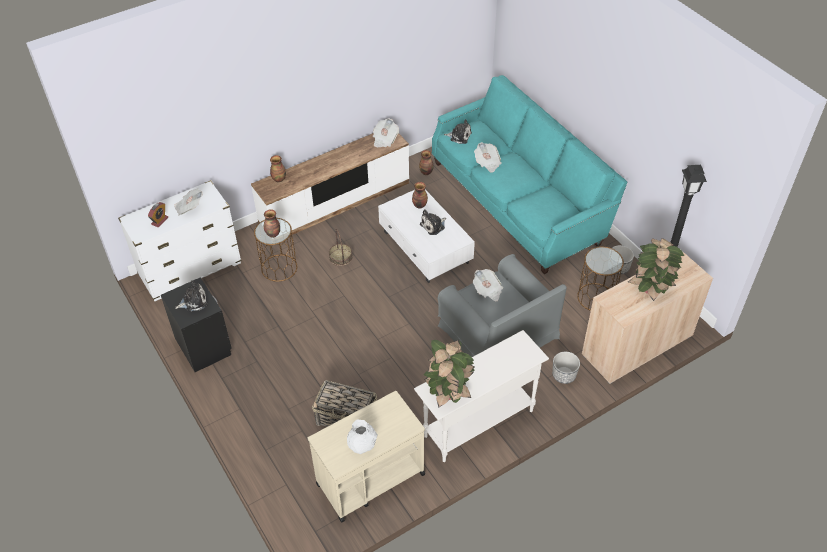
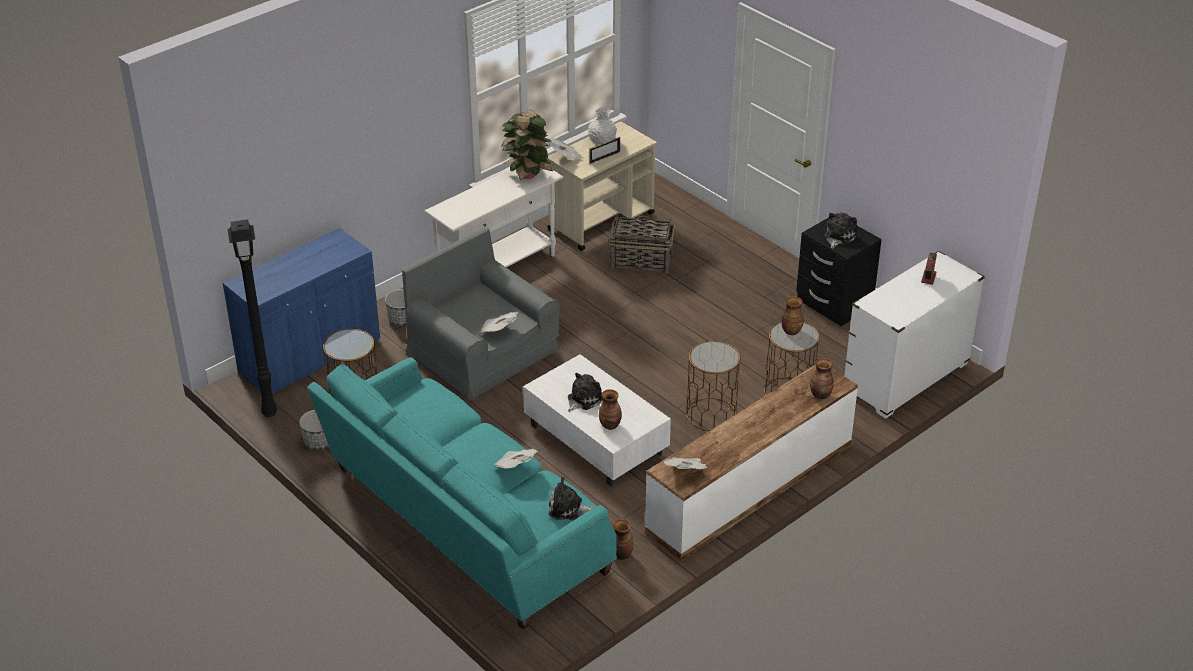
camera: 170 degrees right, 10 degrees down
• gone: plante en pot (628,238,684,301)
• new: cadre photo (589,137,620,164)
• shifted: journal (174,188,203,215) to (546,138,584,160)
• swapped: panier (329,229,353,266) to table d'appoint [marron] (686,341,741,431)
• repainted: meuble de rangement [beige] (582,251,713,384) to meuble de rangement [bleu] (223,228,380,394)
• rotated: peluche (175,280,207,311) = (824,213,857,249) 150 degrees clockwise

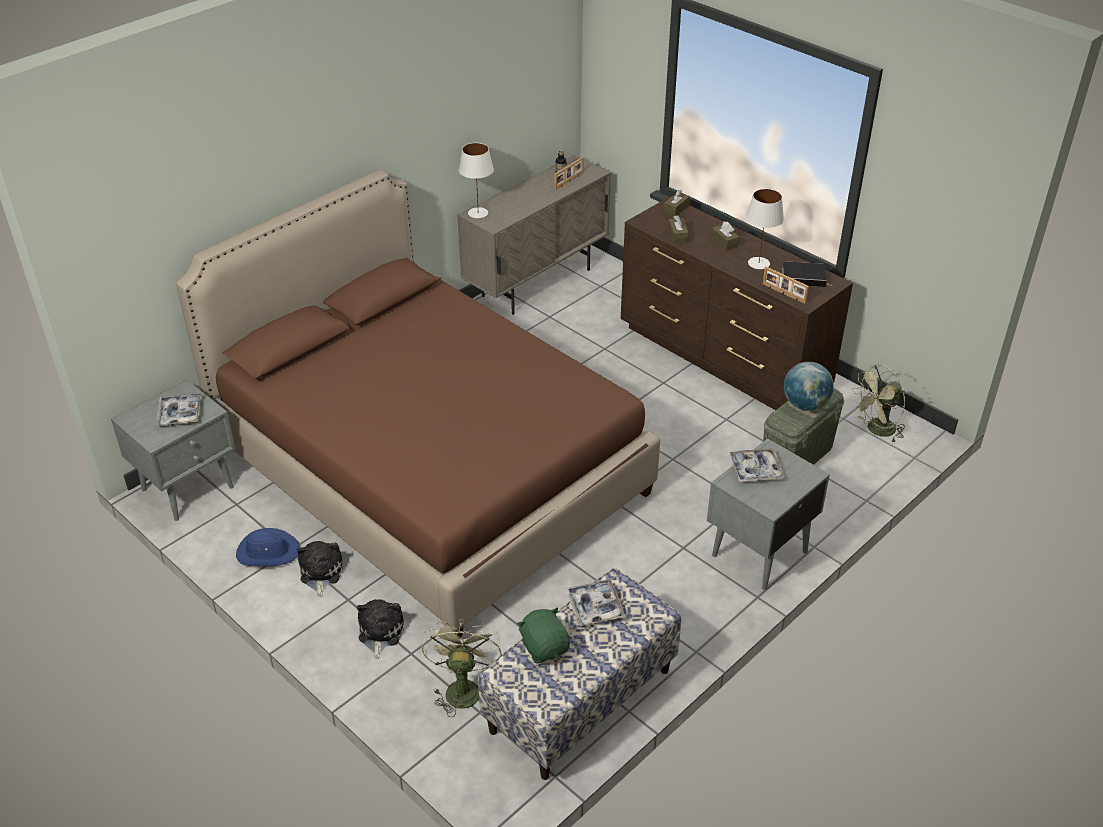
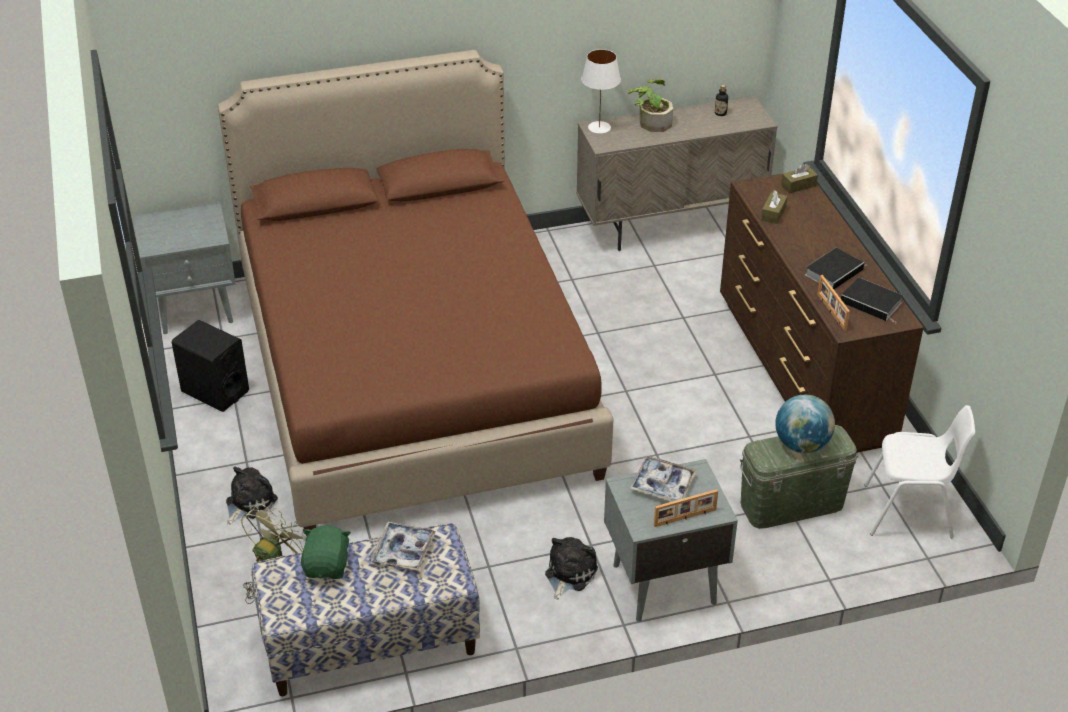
camera: 30 degrees right, 0 degrees up
• gone: plateau (156,393,202,426)
• gone: boîte à mouchoirs [marron] (711,221,739,251)
• new: plante en pot (628,79,673,132)
• shifted: peluche (297,541,343,597) to (545,537,598,600)
• shifted: cadre photo (554,157,584,190) to (654,489,718,527)
• swapped: chapeau [bleu] (236,528,300,566) to enceinte [noir] (172,320,249,412)
• swapped: lampe de table [blanc] (746,189,784,269) to livre (805,248,866,289)
• swapped: ventilateur [vert] (852,365,905,443) to chaise [blanc] (864,405,975,538)

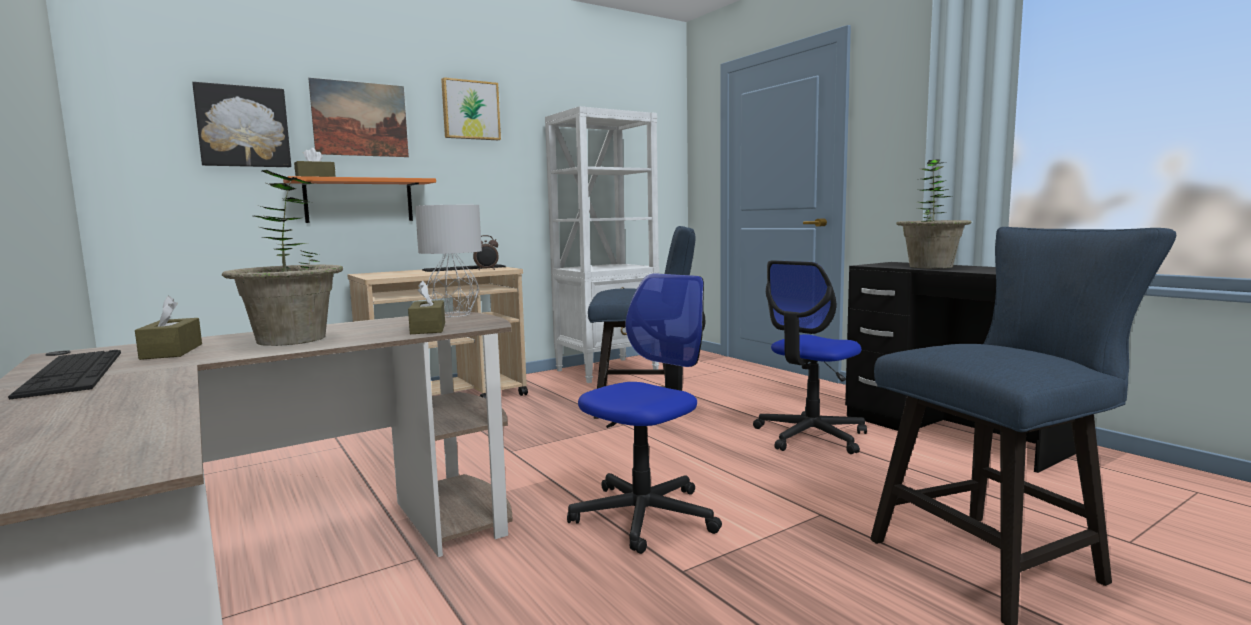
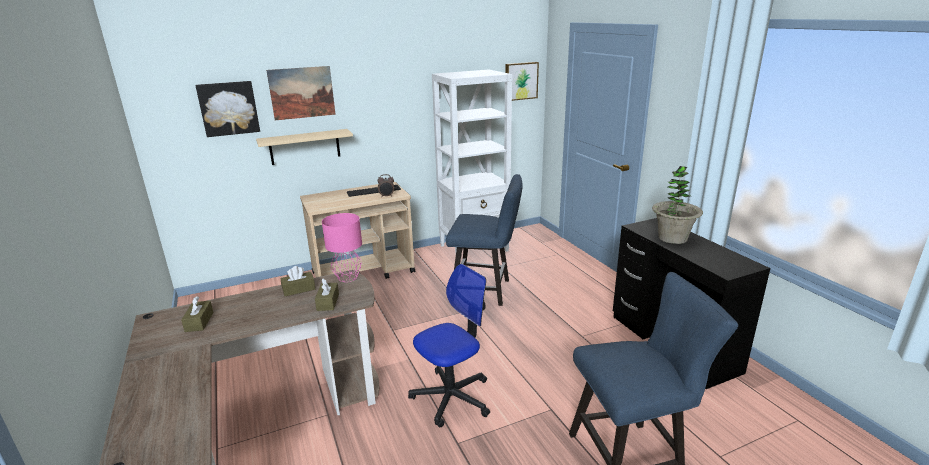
camera: 10 degrees right, 15 degrees up
• gone: clavier (8,350,121,399)
• gone: plante en pot (222,170,343,346)
• gone: chaise de bureau (753,260,867,454)
• shifted: boîte à mouchoirs [marron] (294,148,336,177) to (280,266,315,296)
• shifted: tableau (441,77,501,140) to (506,62,539,101)
• repainted: étagère [orange] (283,176,436,223) to étagère [beige] (256,129,353,165)
• repainted: lampe de table [gris] (415,205,482,317) to lampe de table [rose] (322,213,362,282)

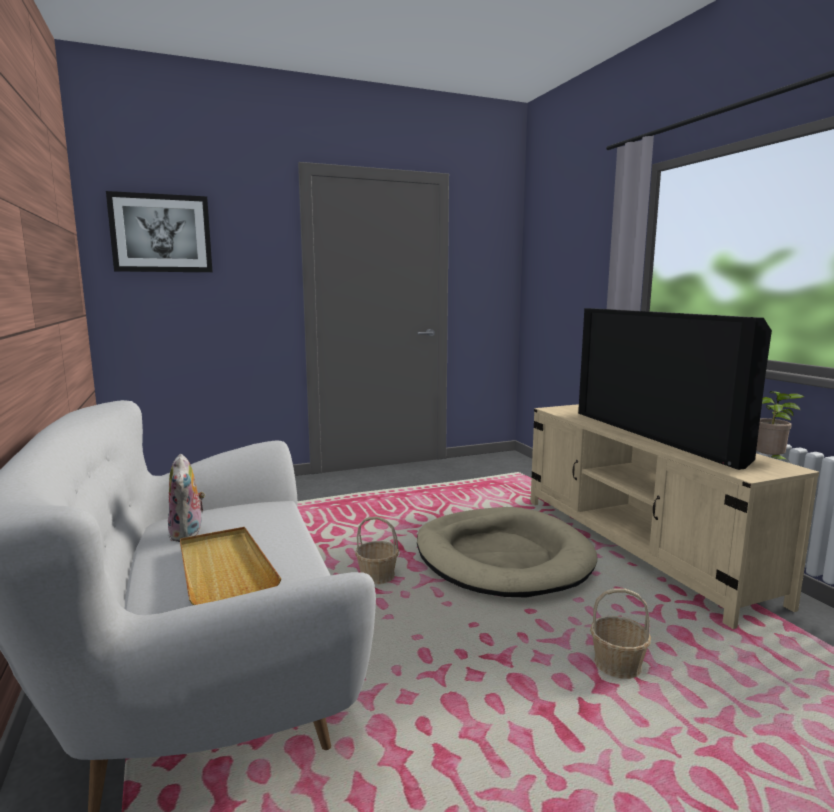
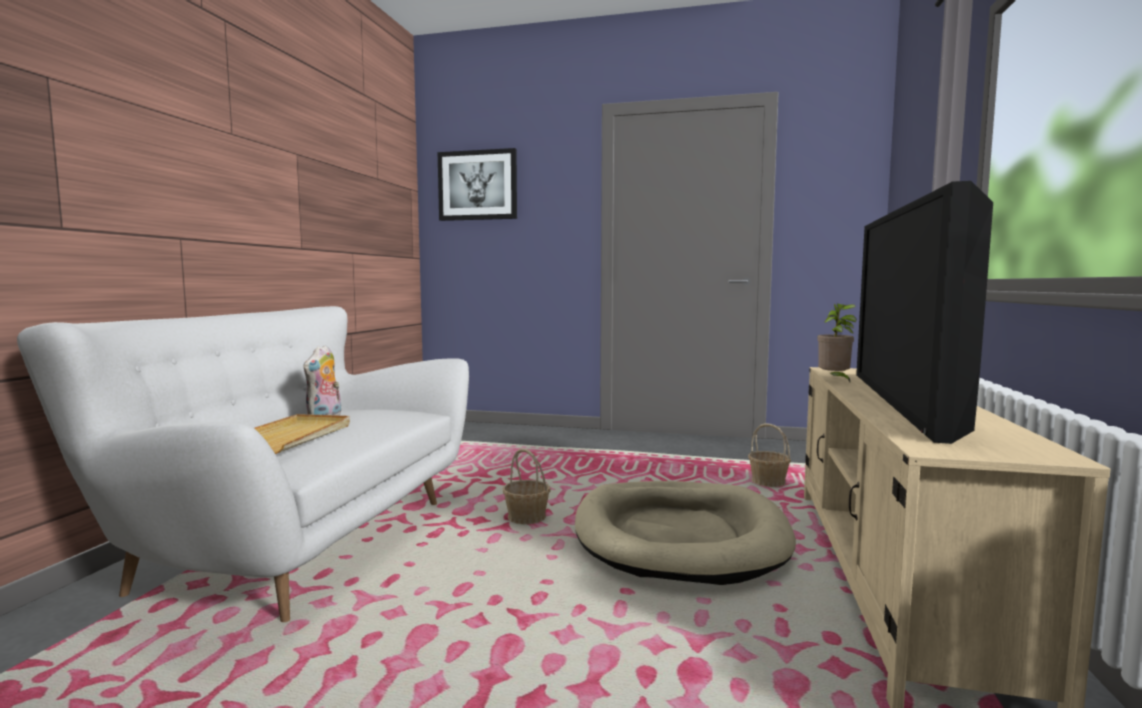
camera: 35 degrees right, 5 degrees down
• shifted: panier (590,588,651,679) to (748,423,791,487)
• shifted: plante en pot (756,391,804,465) to (817,303,857,382)

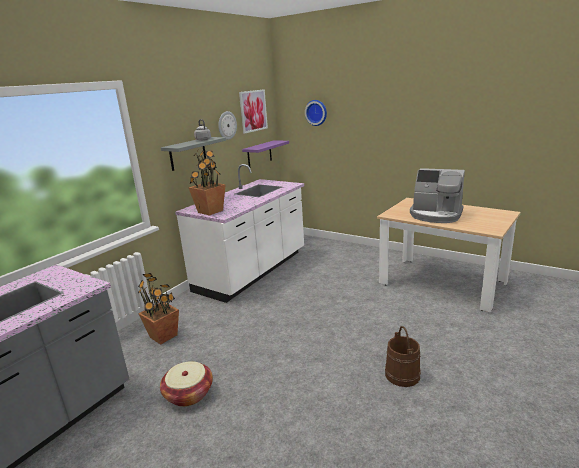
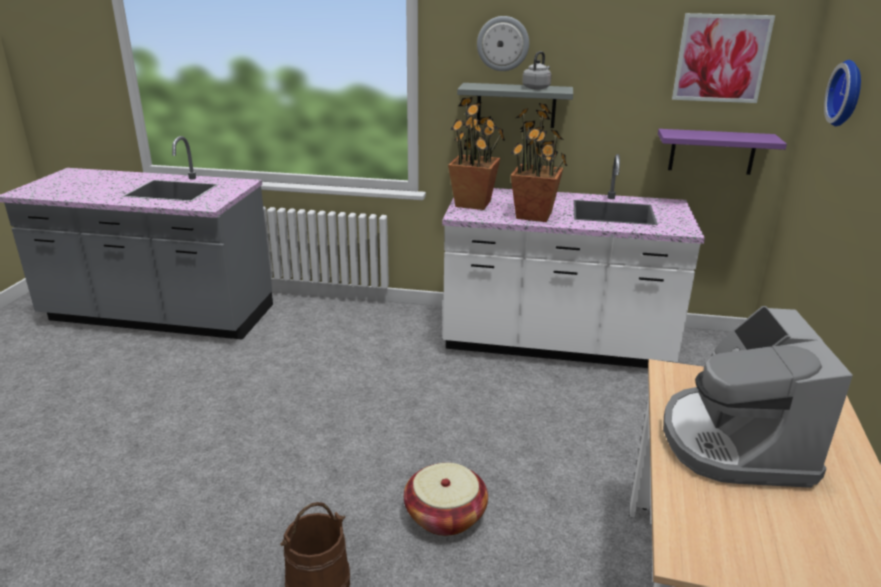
camera: 65 degrees right, 5 degrees up
• shifted: plante en pot (138,273,179,344) to (511,103,567,222)
• shifted: panier (160,361,213,407) to (404,463,488,536)
• shifted: horloge murale (218,111,237,140) to (477,16,529,71)

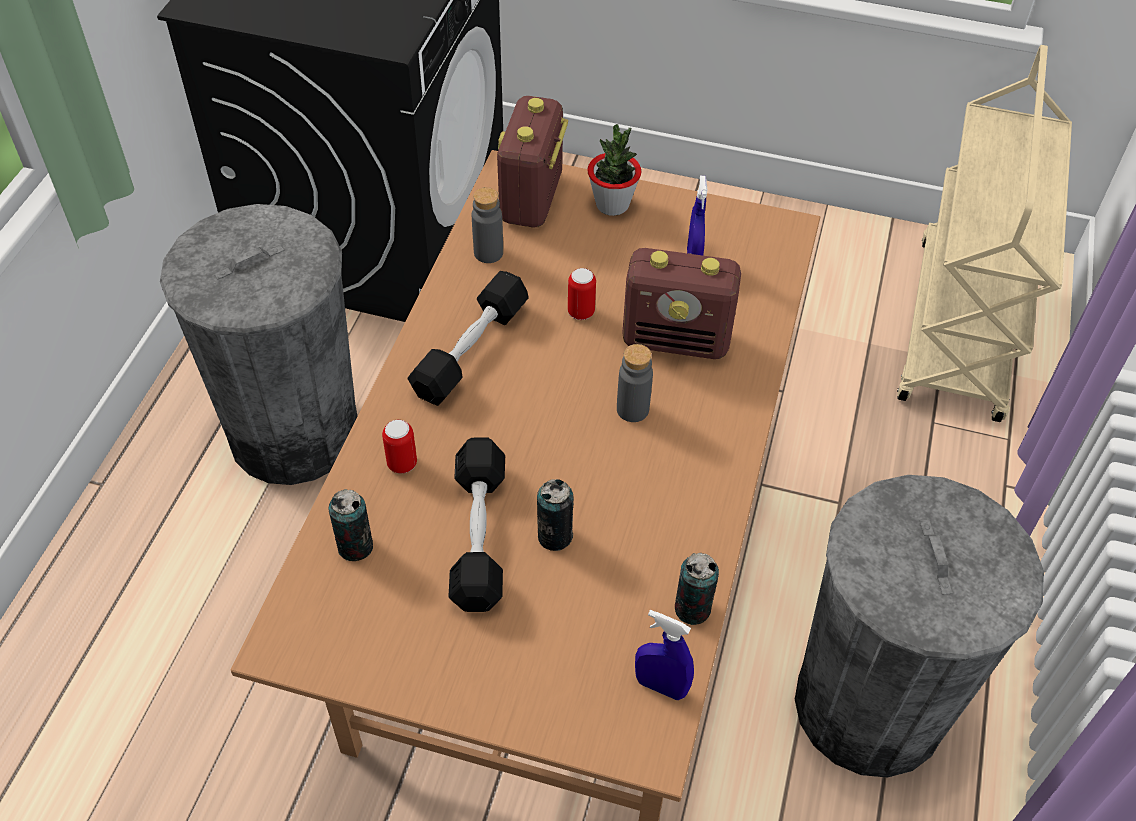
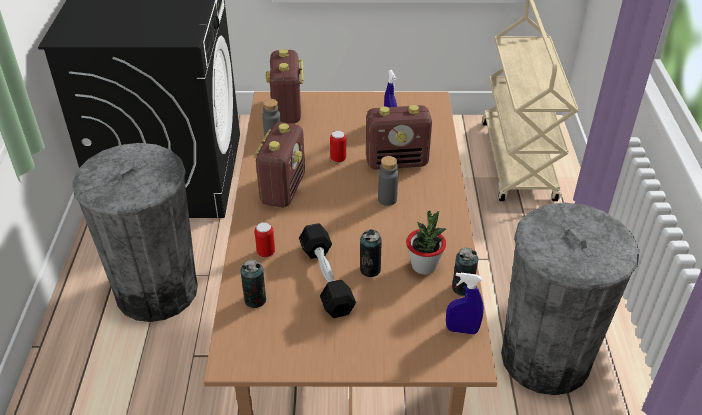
camera: 15 degrees left, 10 degrees down
• shifted: plante en pot (587,124,642,216) to (406,211,446,275)
• swapped: haltère [noir] (408,271,529,406) to radio (253,122,305,208)

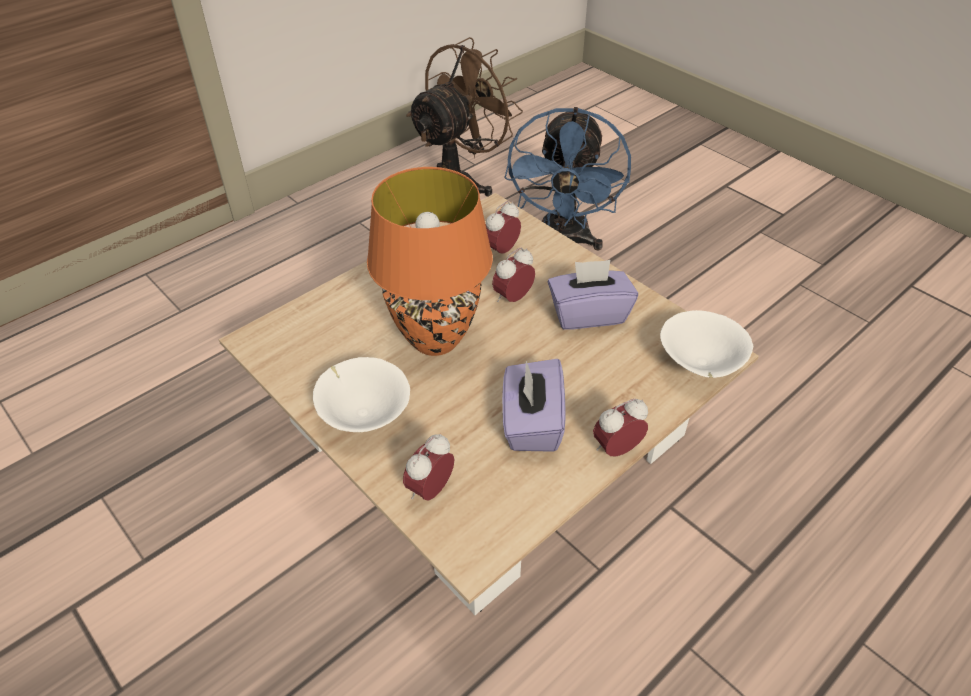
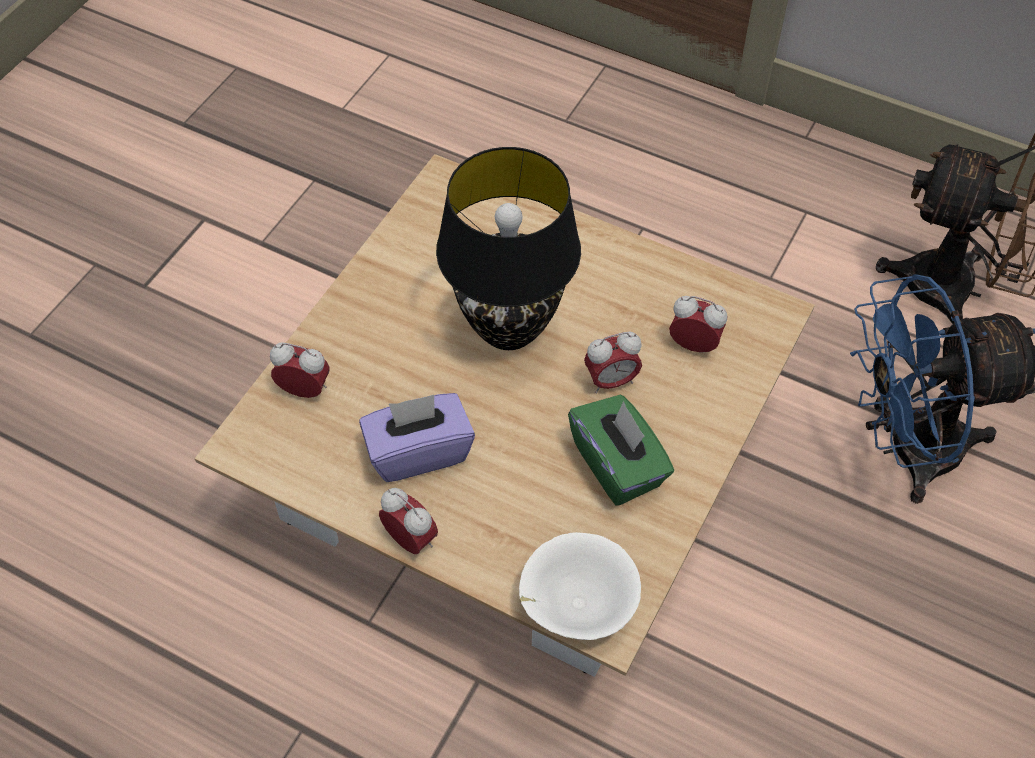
camera: 70 degrees right, 10 degrees up
• gone: bol [blanc] (313,357,410,432)
• repainted: lampe de table [orange] (367,167,493,356) to lampe de table [noir] (436,147,581,350)
• repainted: boîte à mouchoirs [violet] (548,260,638,330) to boîte à mouchoirs [vert] (568,395,674,506)
• rotated: réveil (492,247,535,302) = (584,331,642,393) 135 degrees clockwise

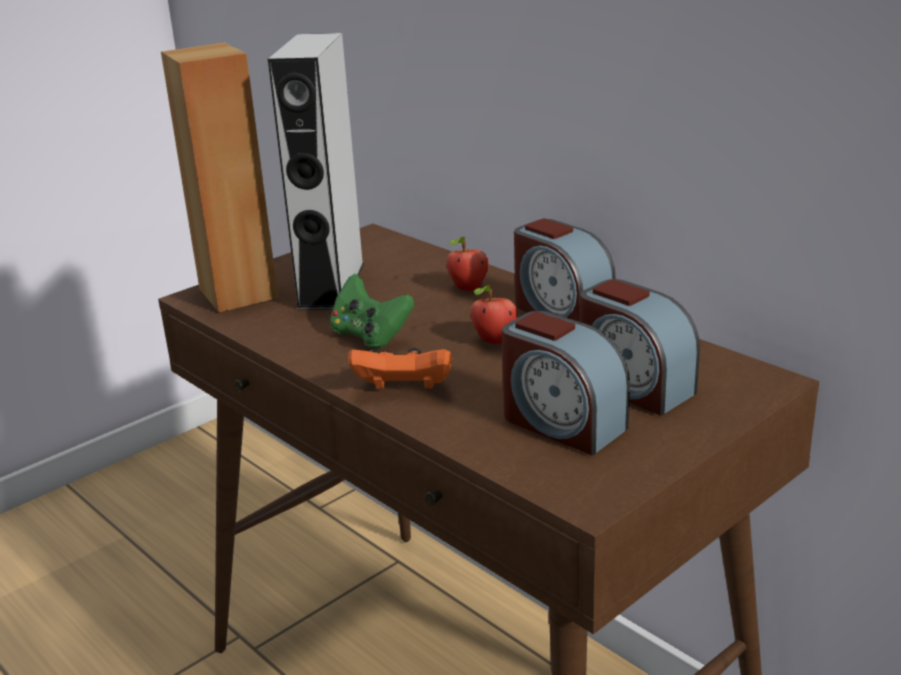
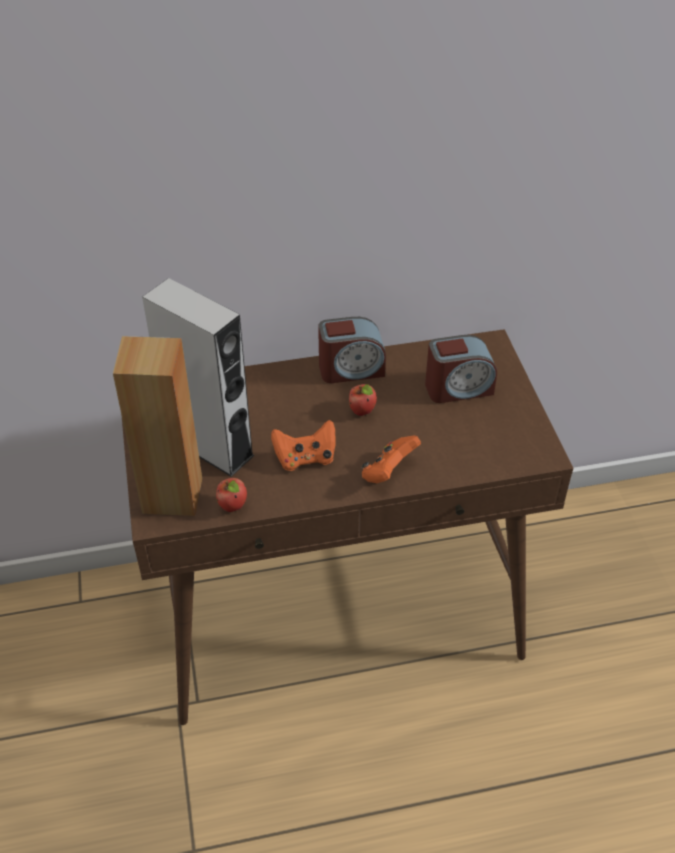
camera: 60 degrees left, 20 degrees up
• gone: réveil (502,311,630,455)
• shifted: pomme (447,237,489,292) to (216,478,247,512)
• repainted: manette [vert] (330,274,415,349) to manette [orange] (271,420,336,471)

